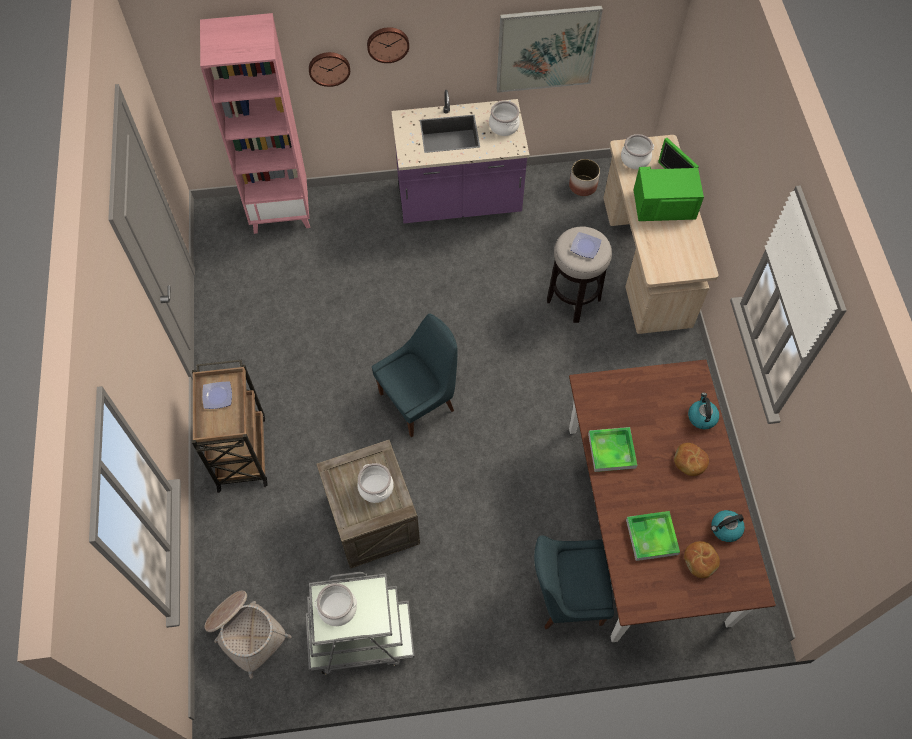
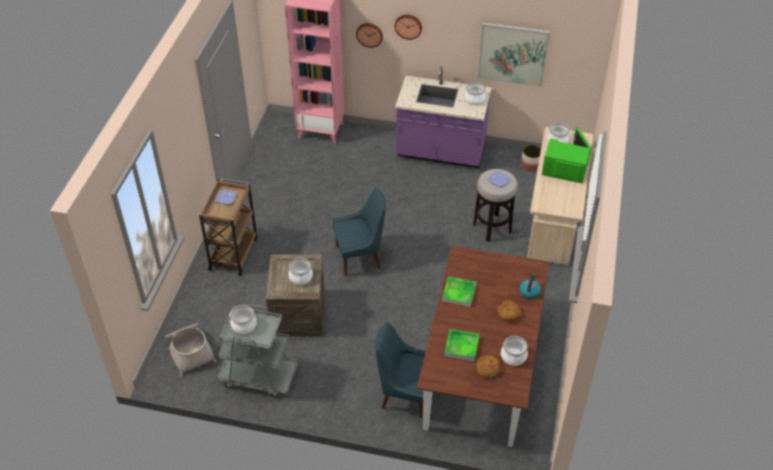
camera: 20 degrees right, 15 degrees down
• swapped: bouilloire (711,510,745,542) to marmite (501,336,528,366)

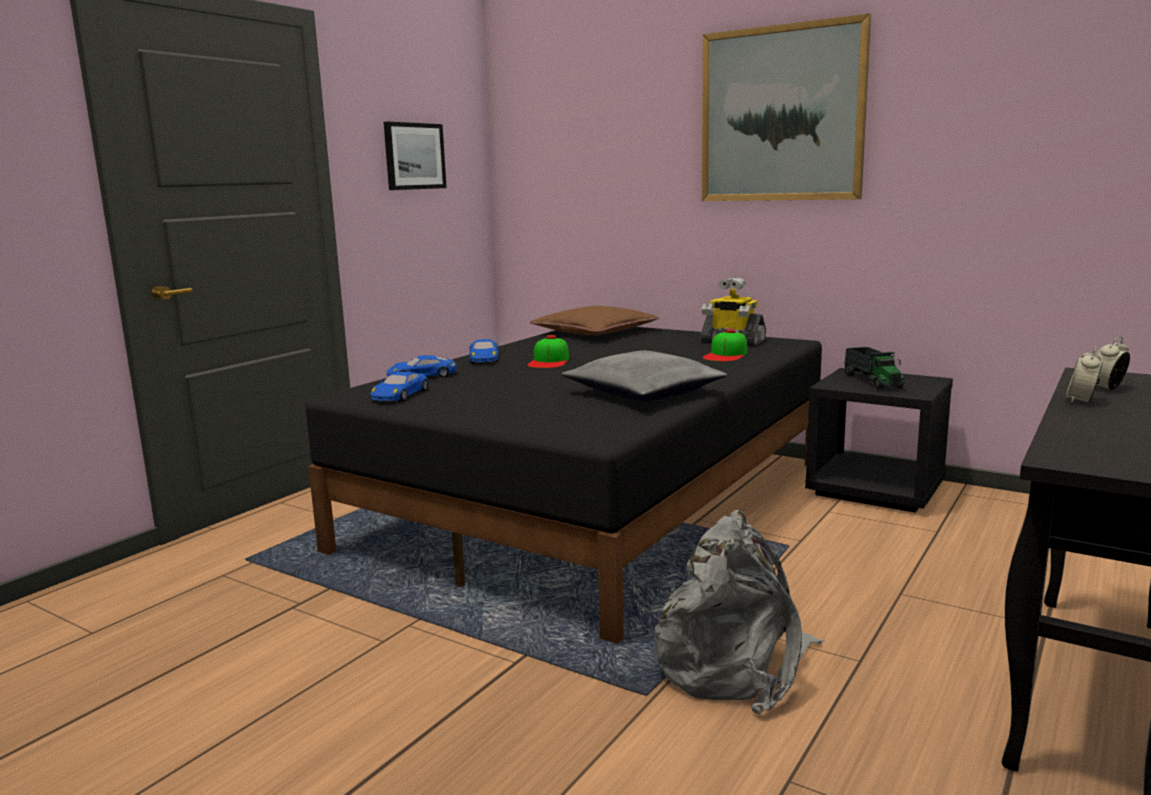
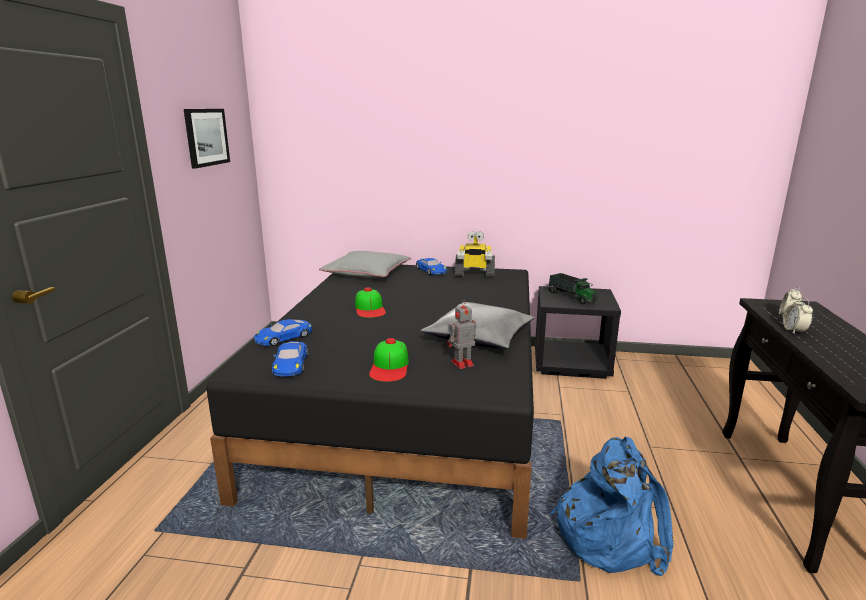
camera: 25 degrees left, 5 degrees up
• gone: tableau (702,13,871,201)
• new: robot jouet (447,301,476,369)
• shifted: petite voiture [bleu] (468,339,499,363) to (416,258,447,275)
• shifted: casquette (703,329,748,362) to (369,338,409,382)
• repainted: coussin [marron] (530,306,659,335) to coussin [gris] (319,251,411,278)
• repainted: sac à dos [gris] (654,510,824,714) to sac à dos [bleu] (550,437,673,576)

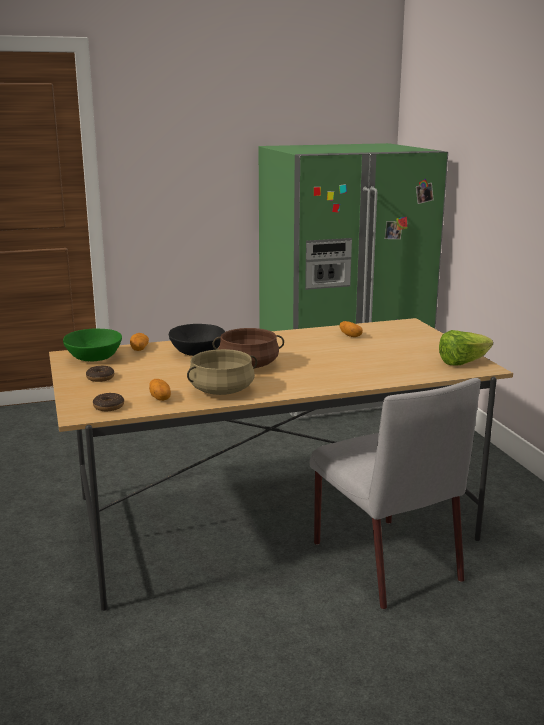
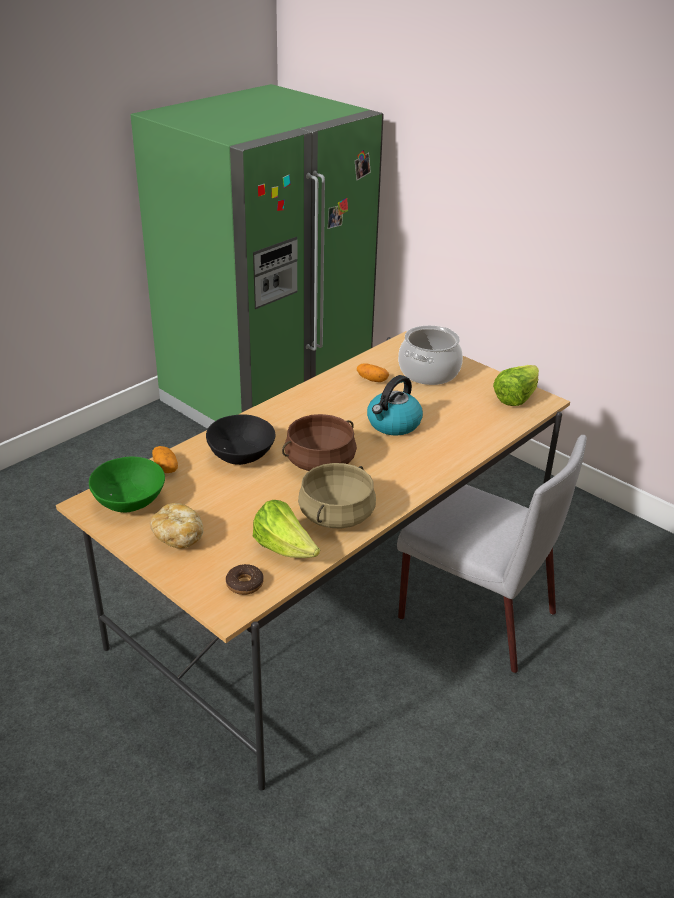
camera: 30 degrees left, 15 degrees up
• new: bouilloire (367,375,423,435)
• new: marmite (398,325,463,385)
• swapped: beignet (86,366,114,382) to pain (150,503,204,549)
• swapped: pomme de terre (149,379,171,401) to laitue (253,500,320,558)

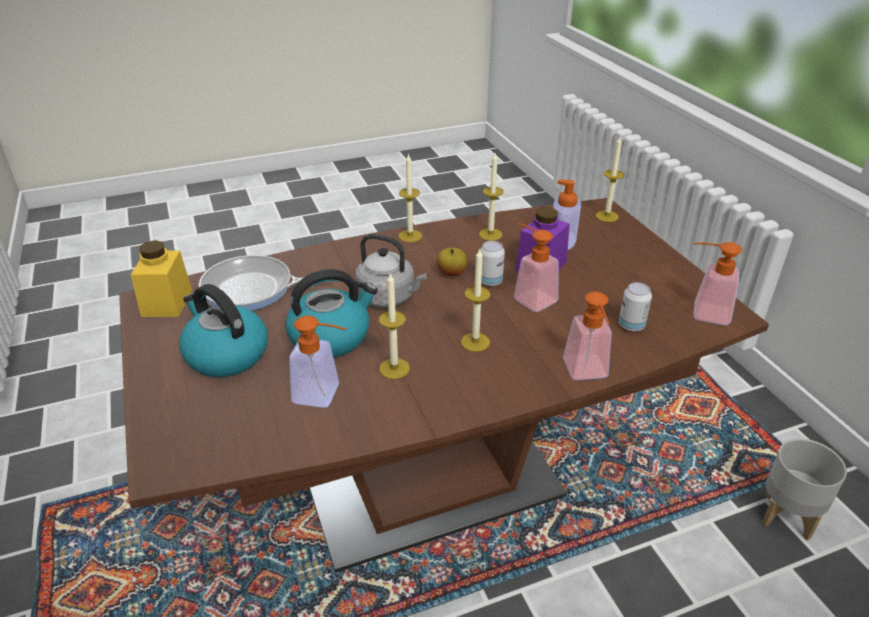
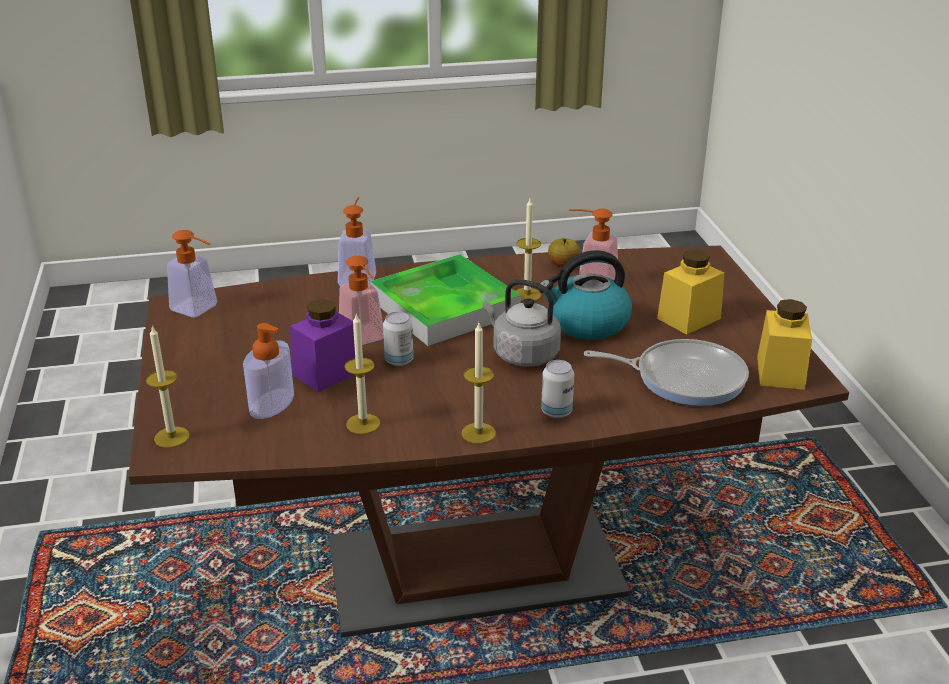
camera: 170 degrees left, 5 degrees down
• gone: cache-pot [gris] (762,439,847,540)
• shifted: pomme (437,247,468,276) to (548,238,580,267)
• shifted: boîte métallique (619,282,652,332) to (541,360,574,418)
• swapped: bouilloire (179,284,268,377) to bocal [jaune] (657,249,725,335)
• swapped: bougie (461,248,491,352) to plateau (370,254,521,346)

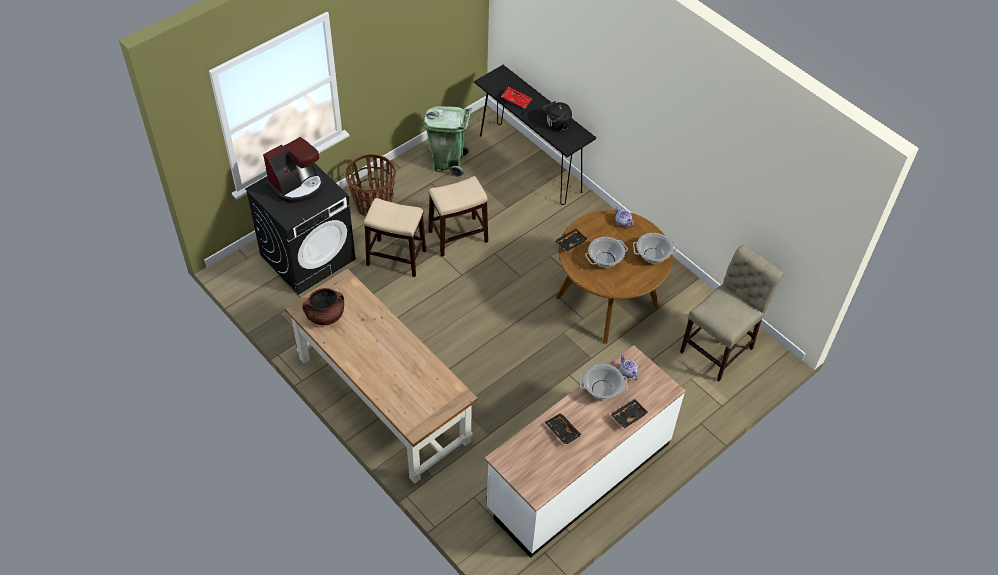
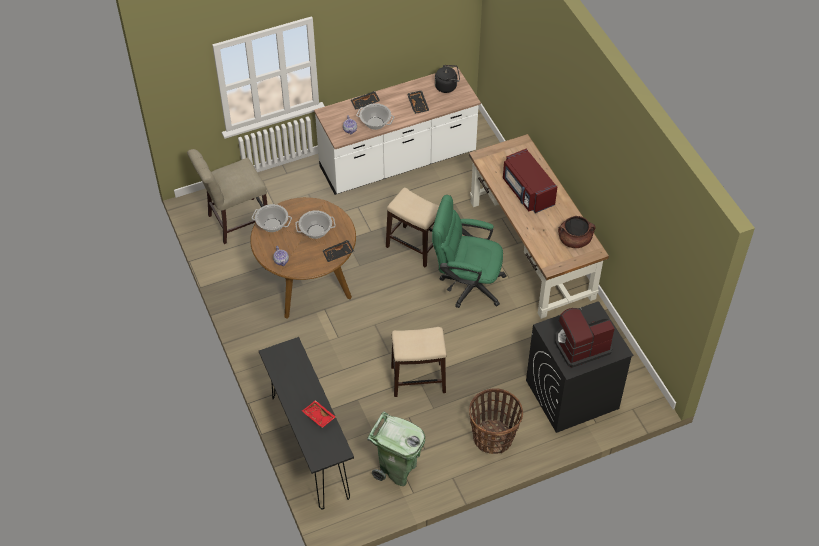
camera: 160 degrees left, 0 degrees up
• new: chaise de bureau [vert] (432,195,507,308)
• new: micro-ondes [rouge] (503,149,557,213)
• shifted: tabouret (364,198,426,277) to (386,188,439,268)
• shifted: bouilloire [noir] (543,101,572,131) to (435,65,460,93)

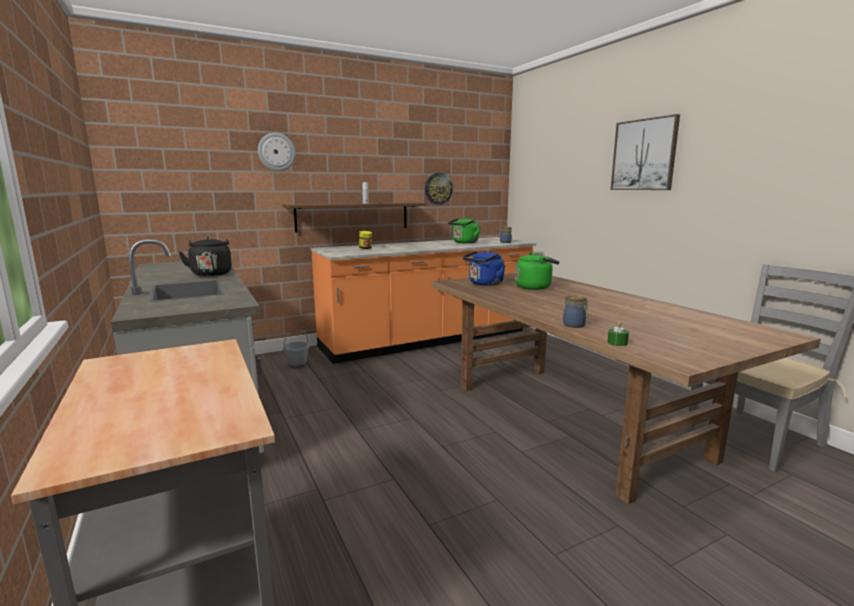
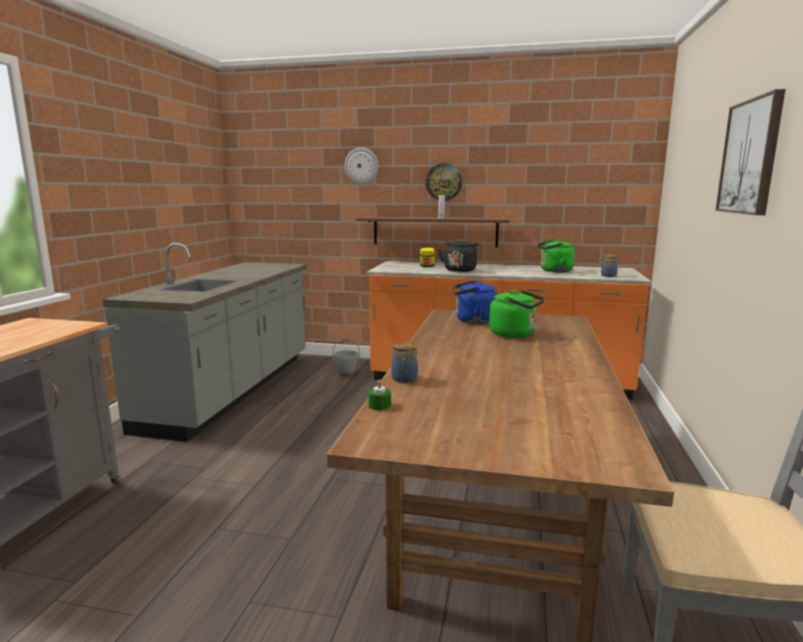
camera: 40 degrees right, 0 degrees up
• shifted: bouilloire [noir] (178,237,232,276) to (438,239,479,272)
• shifted: horloge murale (425,173,453,205) to (426,163,462,201)

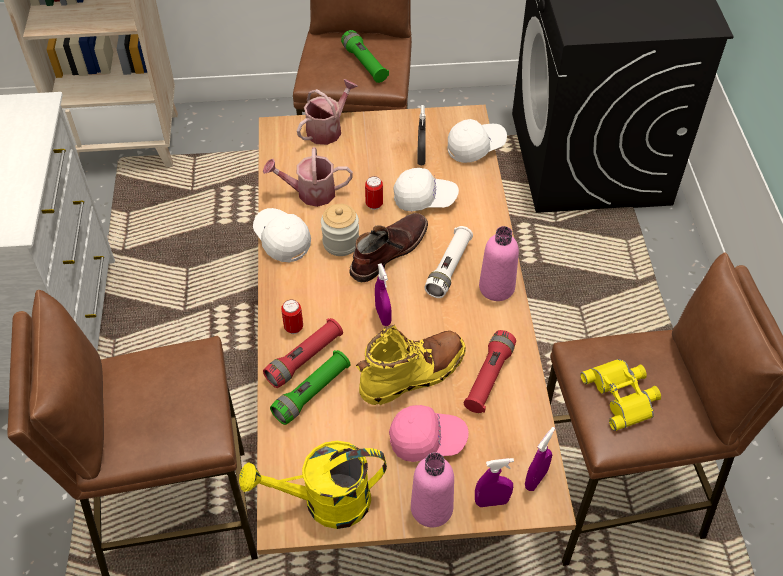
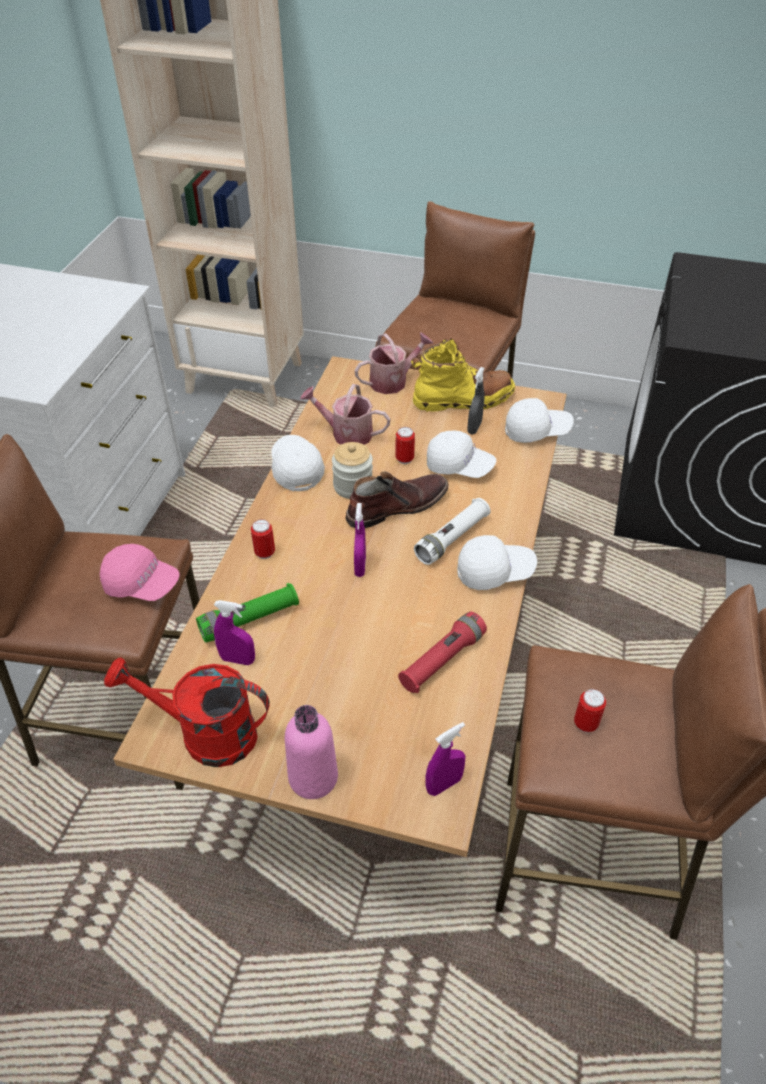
camera: 20 degrees right, 5 degrees down
• gone: lampe de poche [rouge] (263,318,343,388)
• gone: lampe de poche [vert] (341,30,389,83)
• shifted: botte [jaune] (356,325,466,405) to (411,339,515,412)
• shifted: casquette [rose] (389,405,469,462) to (100,544,180,601)
• shifted: vaporisateur [violet] (475,458,514,507) to (214,600,255,665)
• swapped: bouteille [rose] (479,226,519,301) to casquette [blanc] (457,535,537,590)
• swapped: jumelles [jaune] (580,359,661,431) to boîte métallique (574,689,606,732)
• repainted: arrosoir [jaune] (239,441,387,529) to arrosoir [rouge] (104,657,270,767)

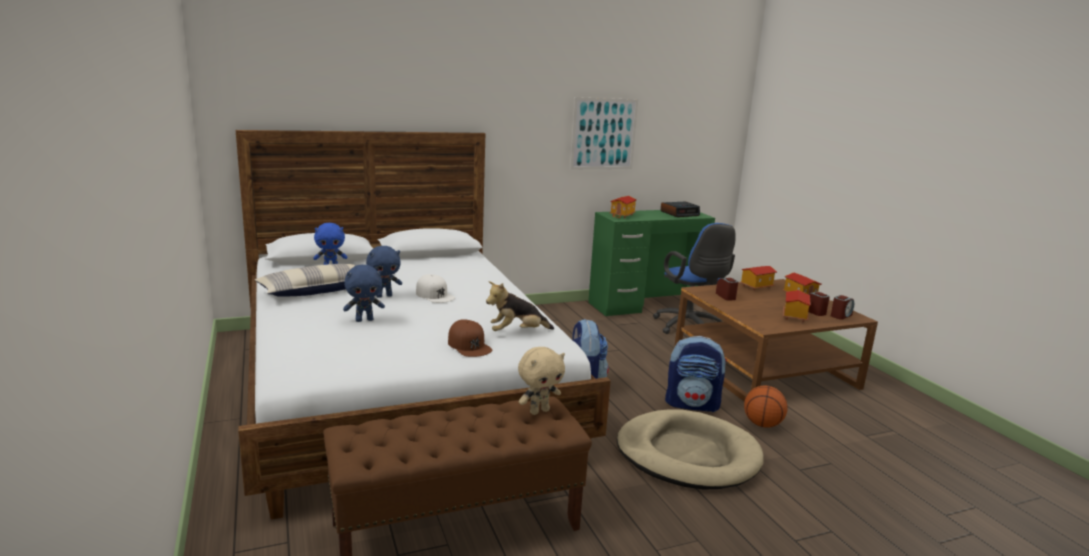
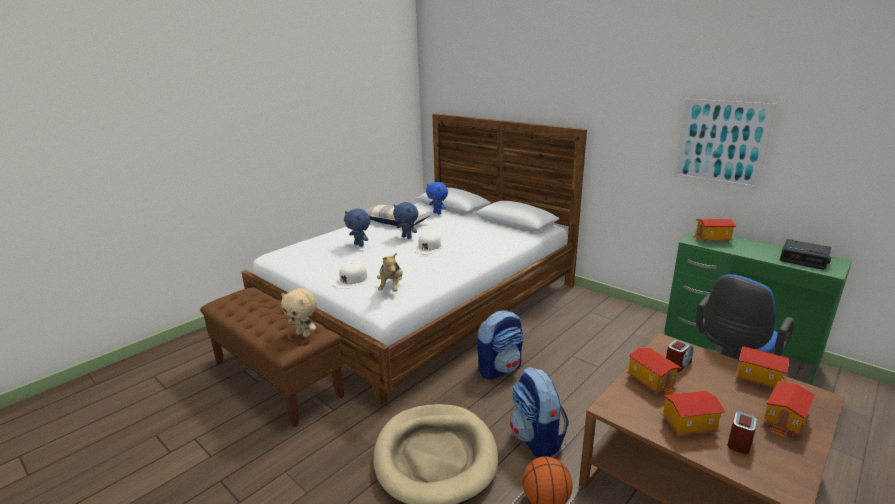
camera: 65 degrees right, 5 degrees up
• gone: réveil (831,295,854,320)
• new: maison miniature (626,347,682,395)
• repainted: casquette [marron] (448,319,492,357) to casquette [blanc] (332,261,367,289)
• rotated: peluche (486,281,554,331) = (377,253,403,292) 135 degrees counterclockwise

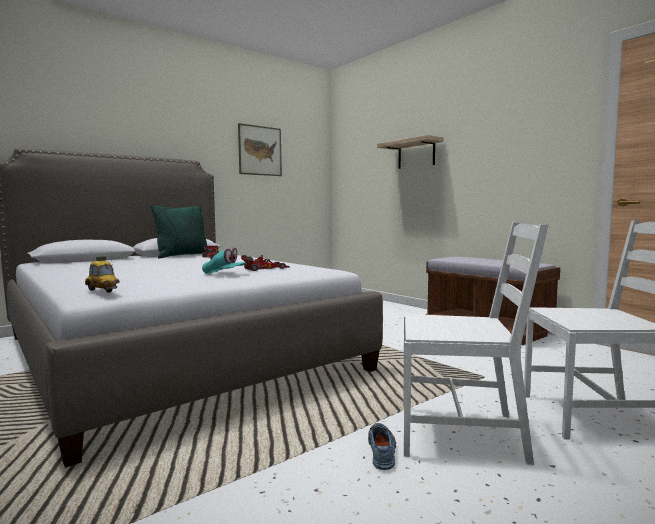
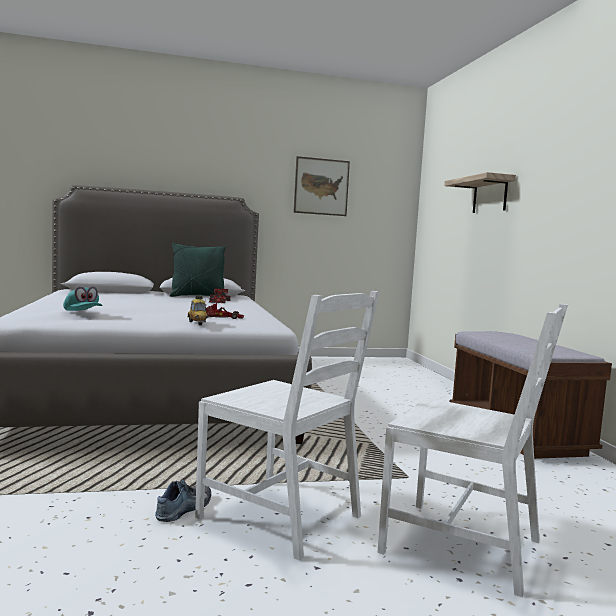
camera: 25 degrees right, 0 degrees up
• shifted: petite voiture (85,256,120,293) to (188,296,208,325)
• shifted: casquette [turquoise] (202,248,247,274) to (63,286,102,311)

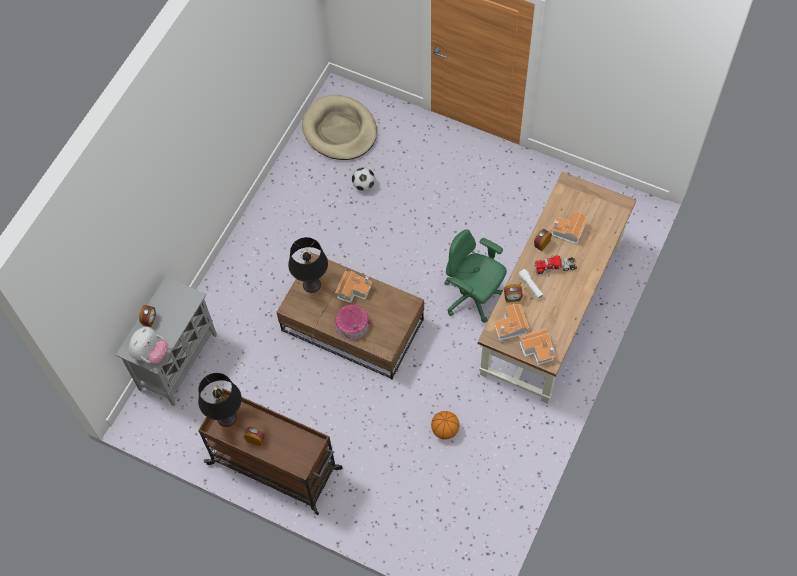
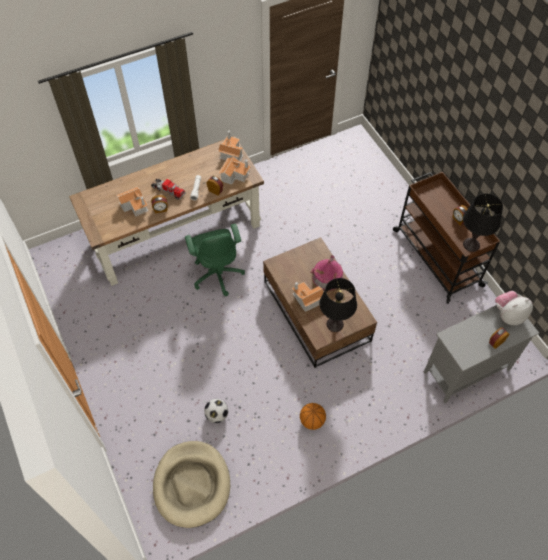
camera: 145 degrees left, 5 degrees down
• shifted: ballon de basket (431,411,459,439) to (300,403,326,430)

